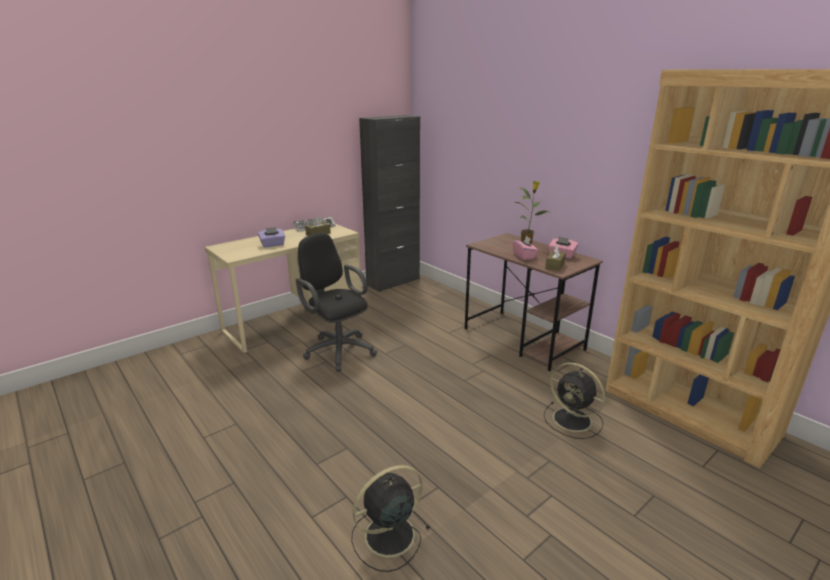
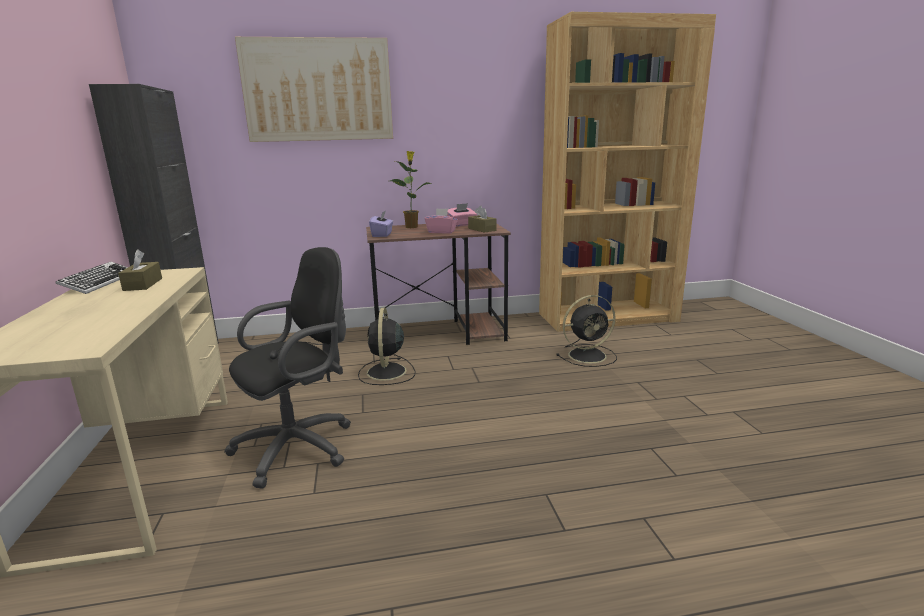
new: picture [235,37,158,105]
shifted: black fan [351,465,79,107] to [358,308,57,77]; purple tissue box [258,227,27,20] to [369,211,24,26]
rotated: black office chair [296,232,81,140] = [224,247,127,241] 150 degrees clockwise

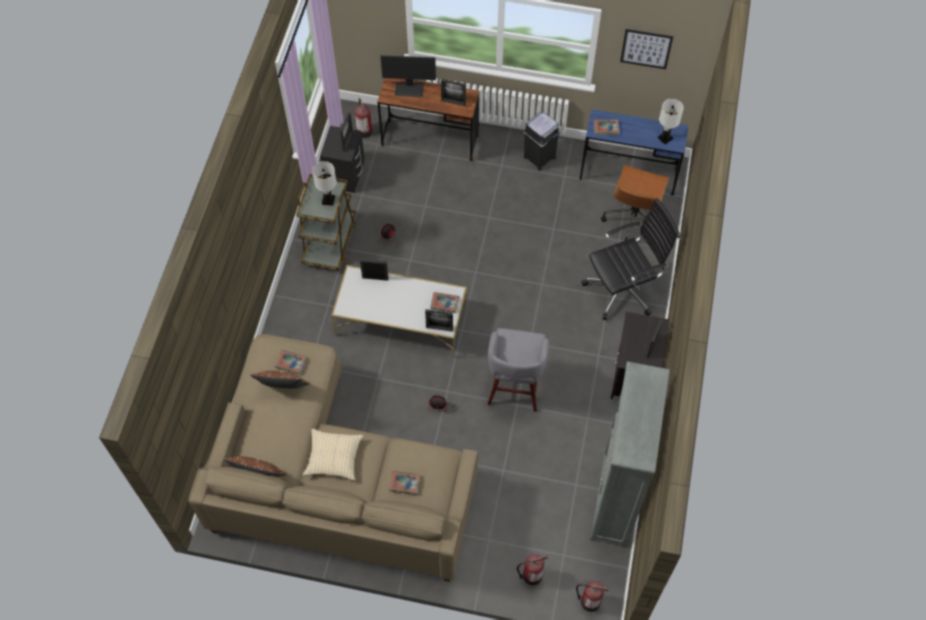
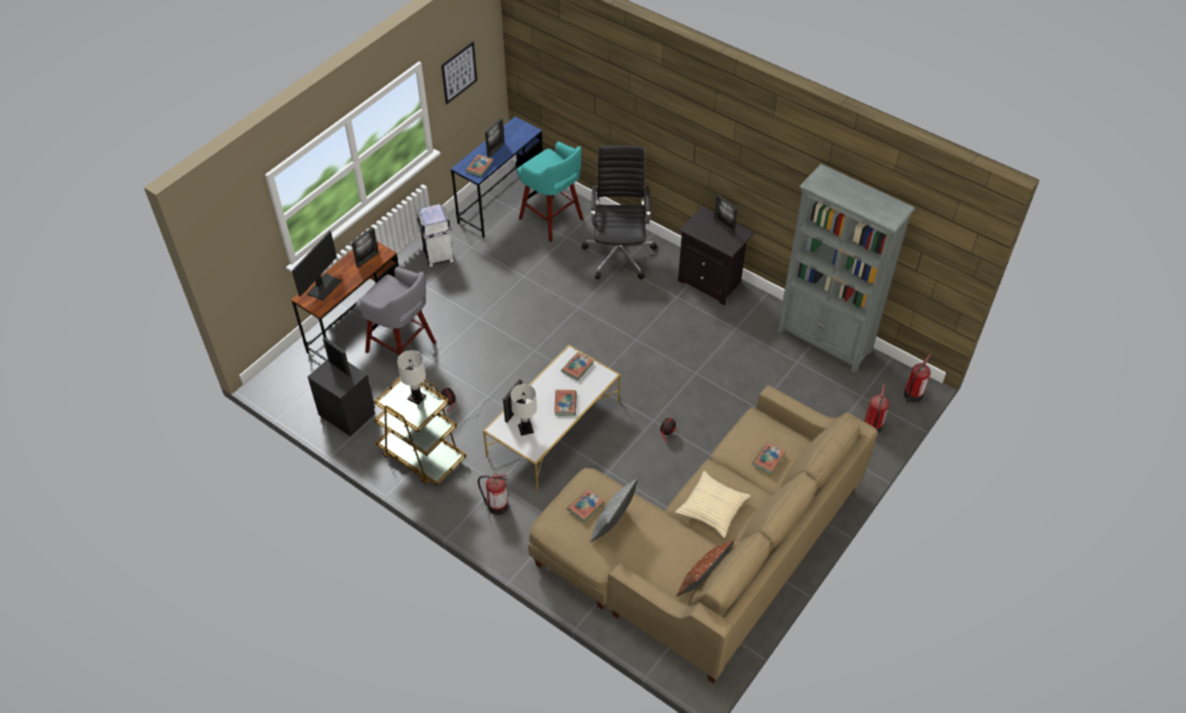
new: book [554,390,23,26]
shifted: grey stool [488,328,61,84] to [356,267,80,103]; fire extinguisher [355,98,18,40] to [478,474,30,41]; picture frame [425,309,28,23] to [485,118,20,40]; white table lamp [658,99,26,45] to [511,384,26,52]
swapped: brown office chair [601,165,68,76] to turquoise stool [517,142,66,100]
repainted: black trash can [523,112,37,59] to white trash can [417,204,37,63]; brown pillow [250,371,60,17] to grey pillow [590,479,48,64]

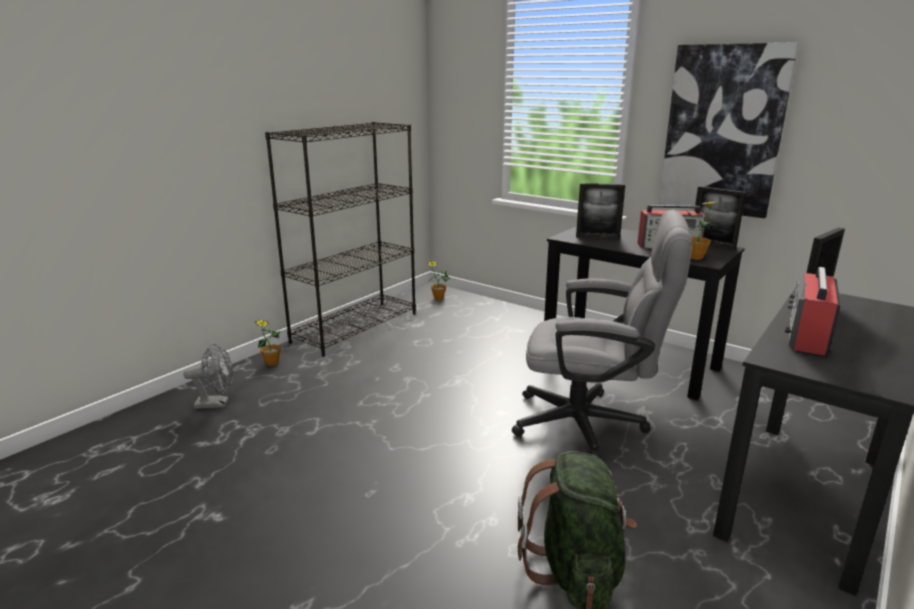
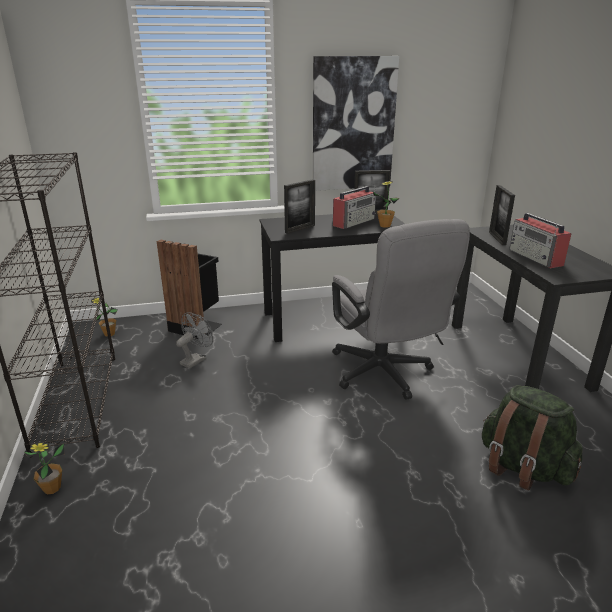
new: black trash can [157,240,65,99]
shifted: grey fan [184,344,49,65] to [176,312,37,57]
rotated: grey office chair [512,210,180,249] = [332,219,138,181] 105 degrees clockwise

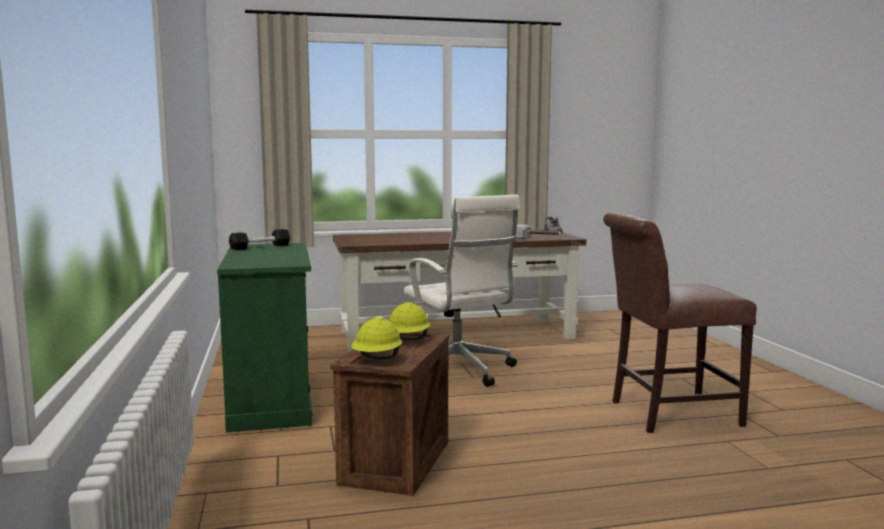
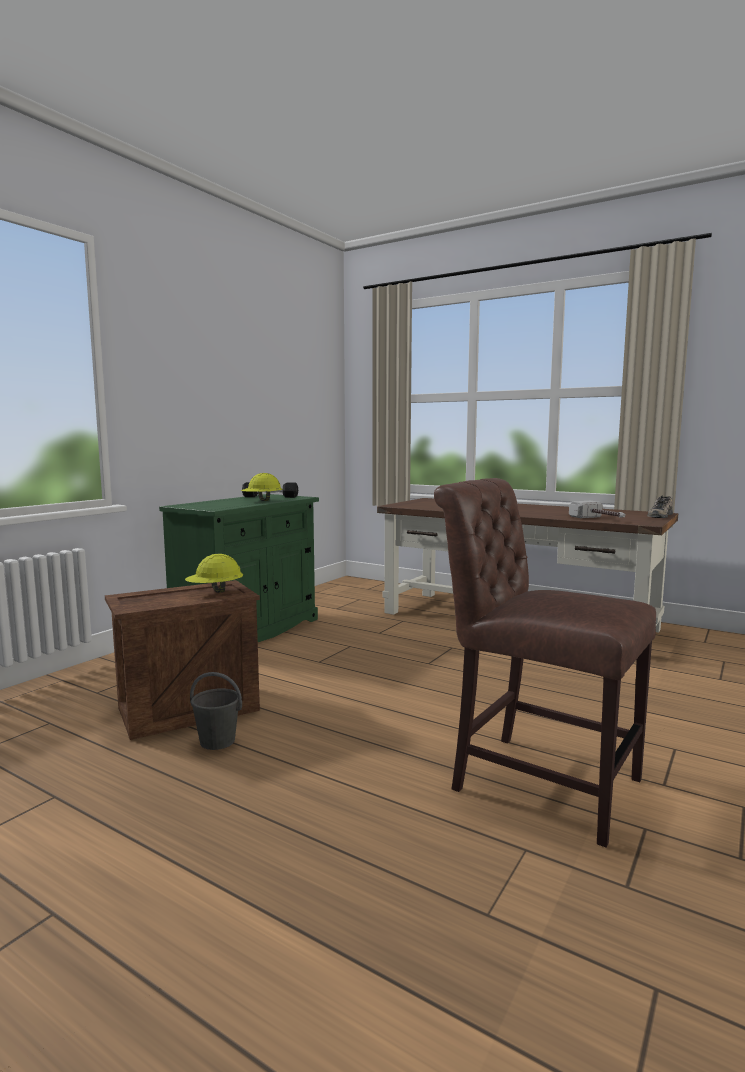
gone: white office chair [404,195,116,192]
new: grey bucket [190,672,52,78]
shifted: yellow hard hat [350,317,52,42] to [241,473,41,28]

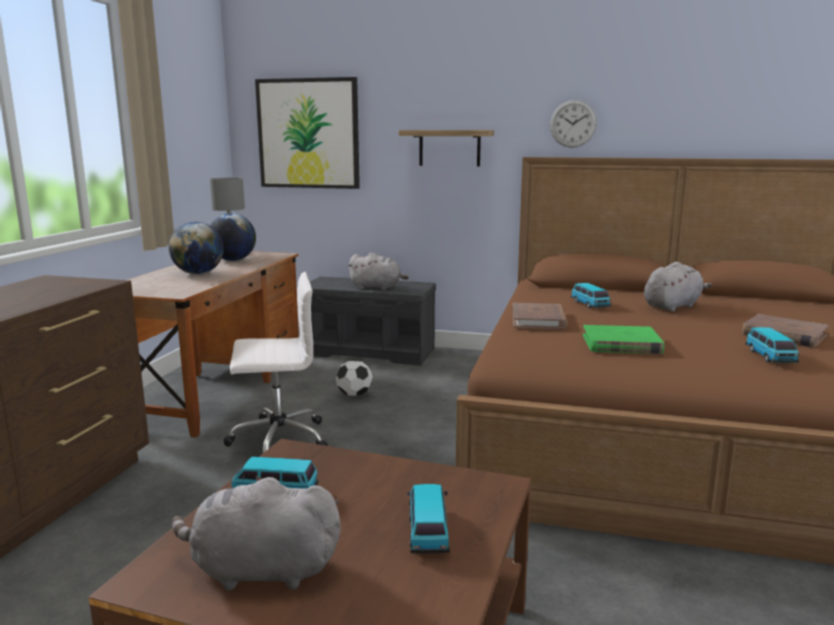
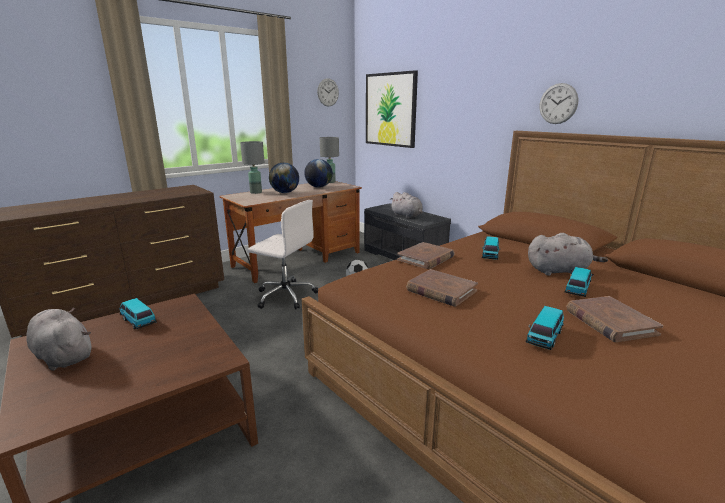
gone: shelf [399,130,95,36]
new: grey table lamp [240,141,25,53]; wall clock [317,78,22,28]
shifted: toy car [407,484,43,69] to [565,267,29,30]
repainted: green book [583,325,81,29] to brown book [407,269,71,38]

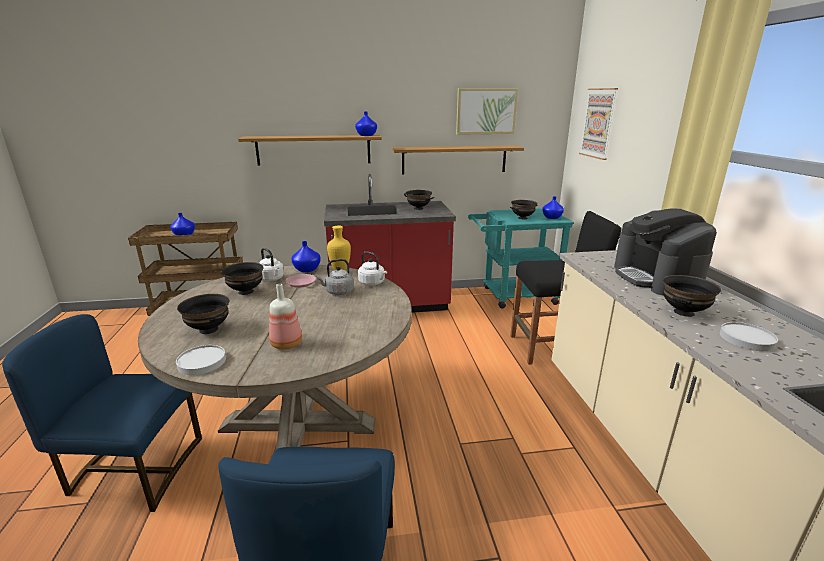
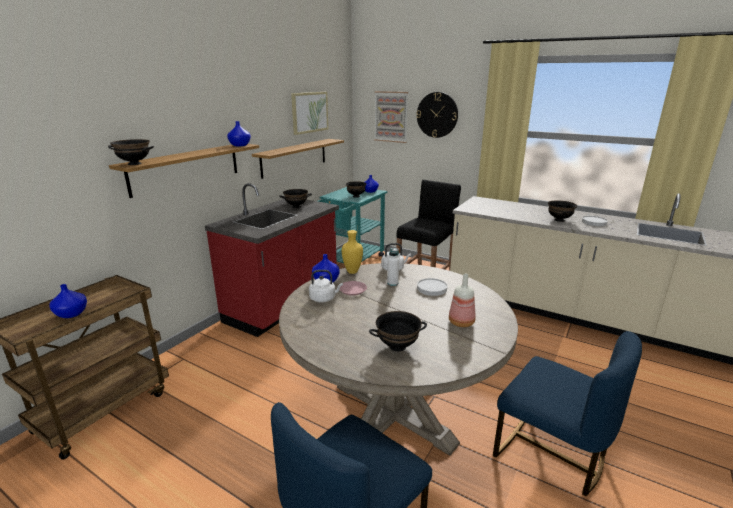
gone: coffee machine [614,208,103,88]
new: wall clock [416,92,42,46]
shifted: black bowl [221,262,42,33] to [108,139,46,26]; white plate [176,345,50,30] to [417,278,30,18]
swapped: grey kettle [316,259,38,36] to white bottle [387,248,12,38]

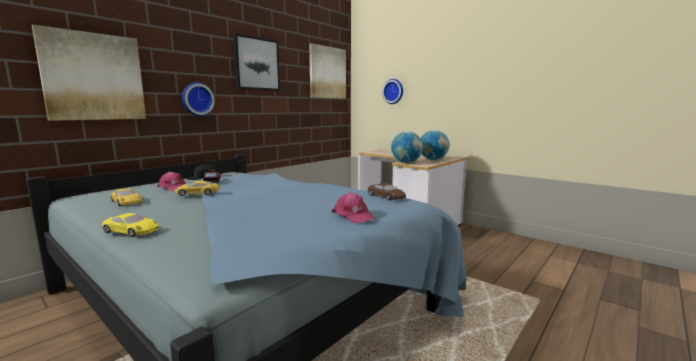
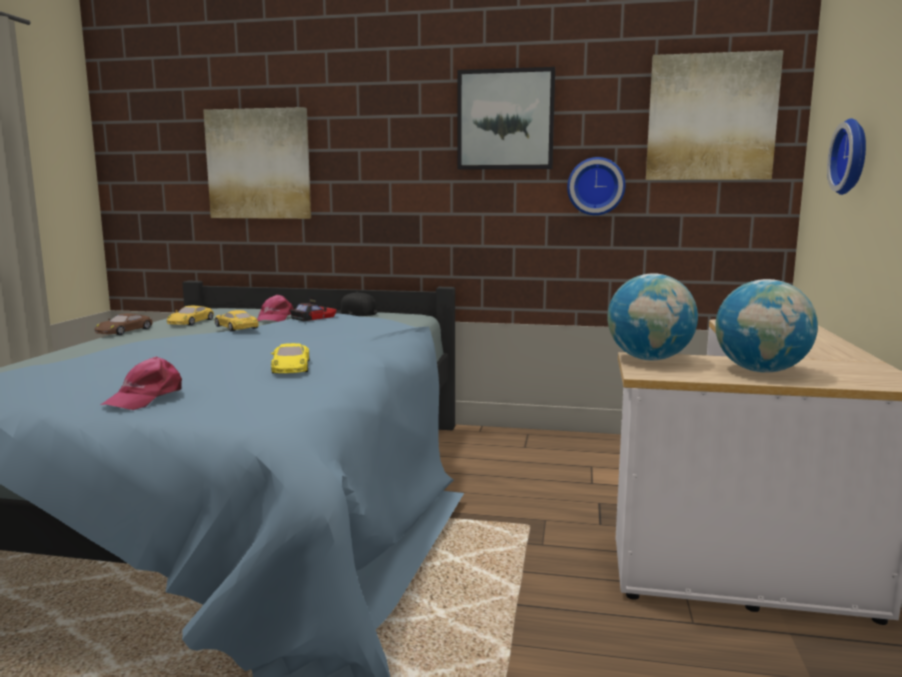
shifted: brown toy car [368,183,38,18] to [95,313,57,22]; yellow toy car [102,213,57,24] to [271,343,39,30]; wall clock [182,82,33,34] to [567,157,58,58]

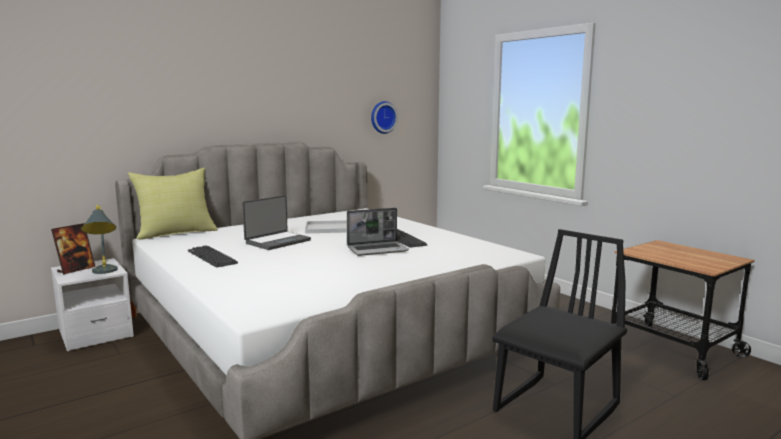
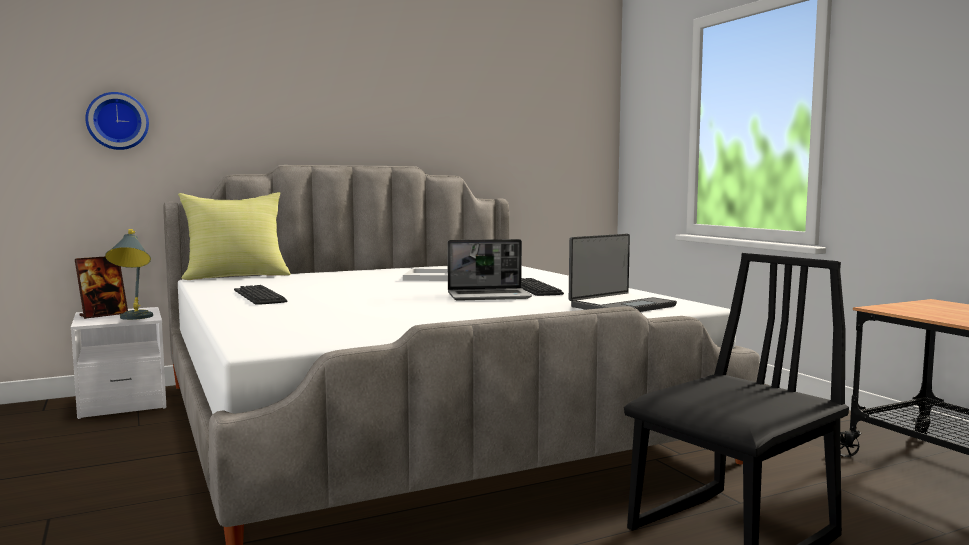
shifted: wall clock [371,101,27,33] to [85,92,64,58]; laptop [242,195,69,55] to [569,234,108,78]

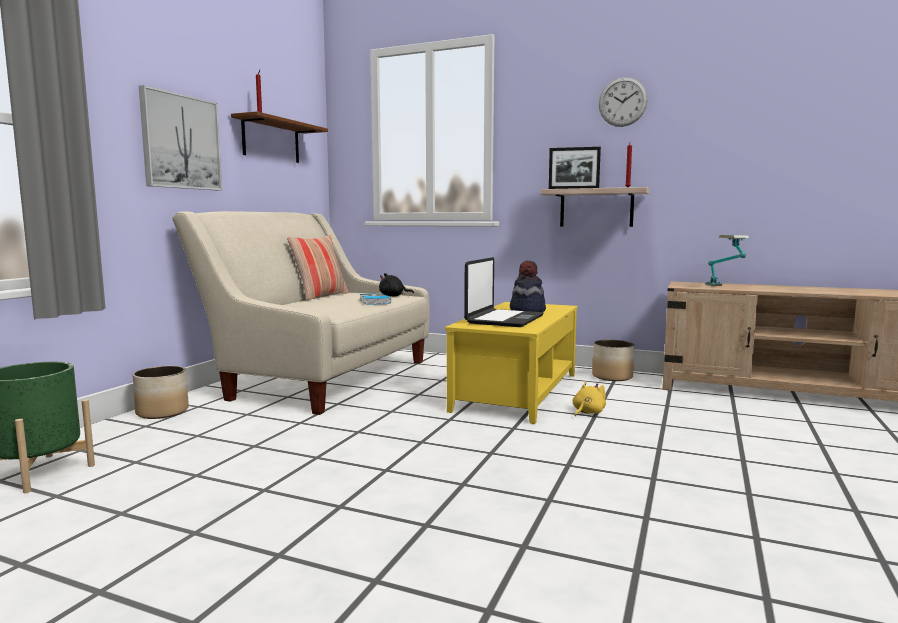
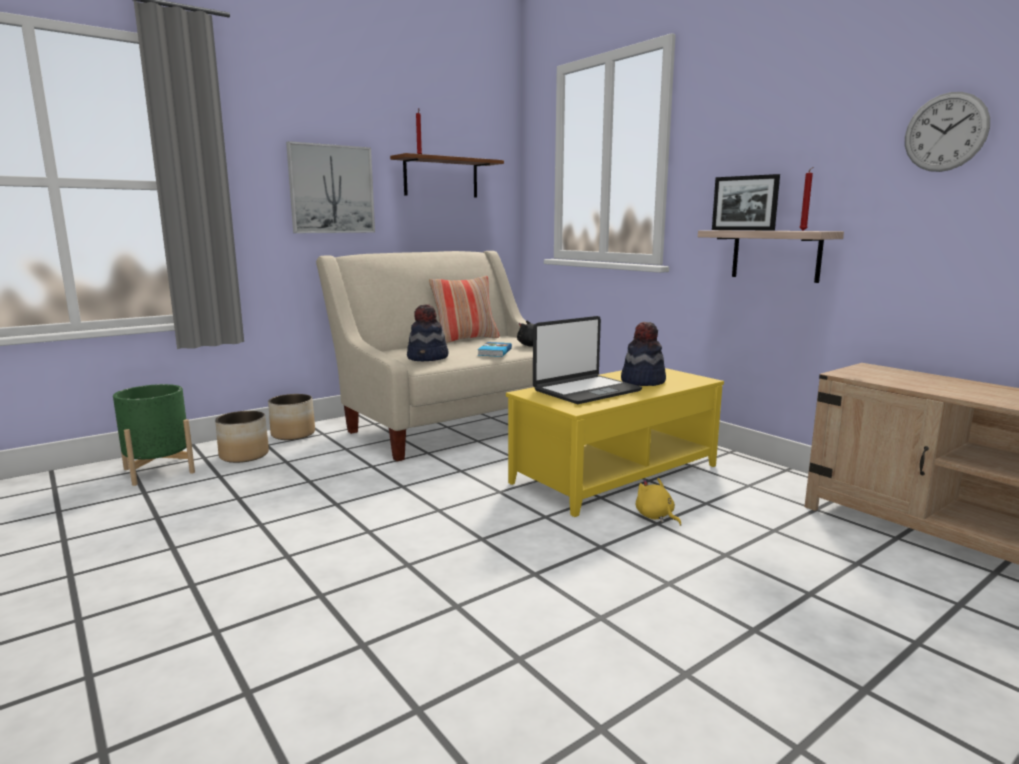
gone: table lamp [705,235,44,51]
new: hat [407,304,42,57]
shifted: planter [592,340,42,41] to [215,411,54,52]; wall clock [599,77,49,50] to [905,92,85,80]
rotated: yellow plush toy [572,382,34,35] = [636,478,45,48] 105 degrees counterclockwise

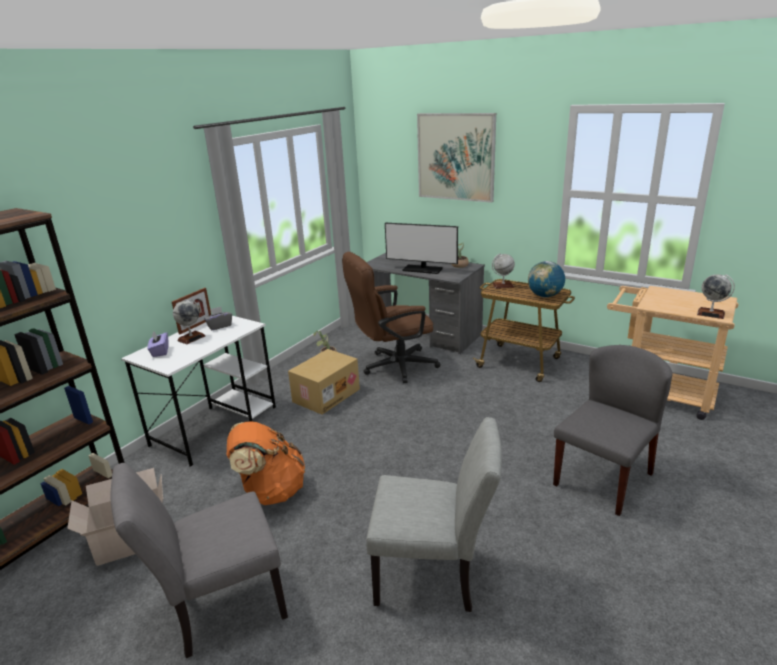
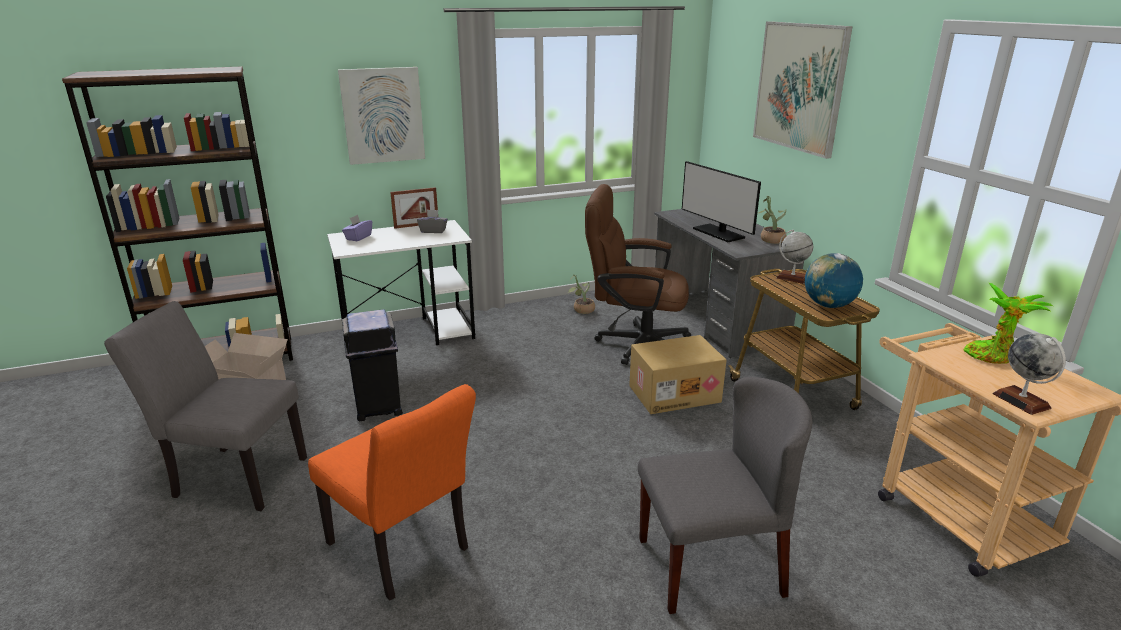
gone: globe [173,299,33,46]
new: picture [338,67,87,98]; potted plant [963,283,90,81]
shifted: cardboard box [288,349,72,66] to [629,335,98,79]
swapped: orange backpack [227,421,78,84] to black trash can [342,309,61,112]
repainted: grey chair [366,417,136,195] to orange chair [308,384,168,216]

